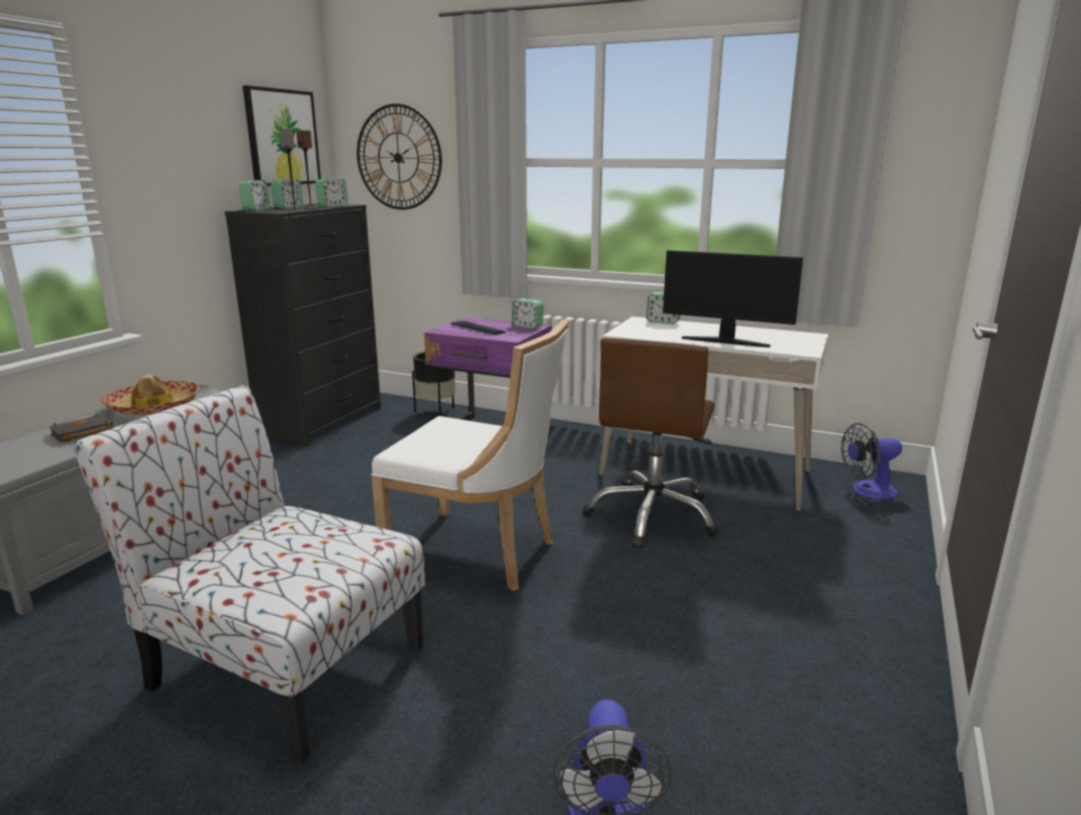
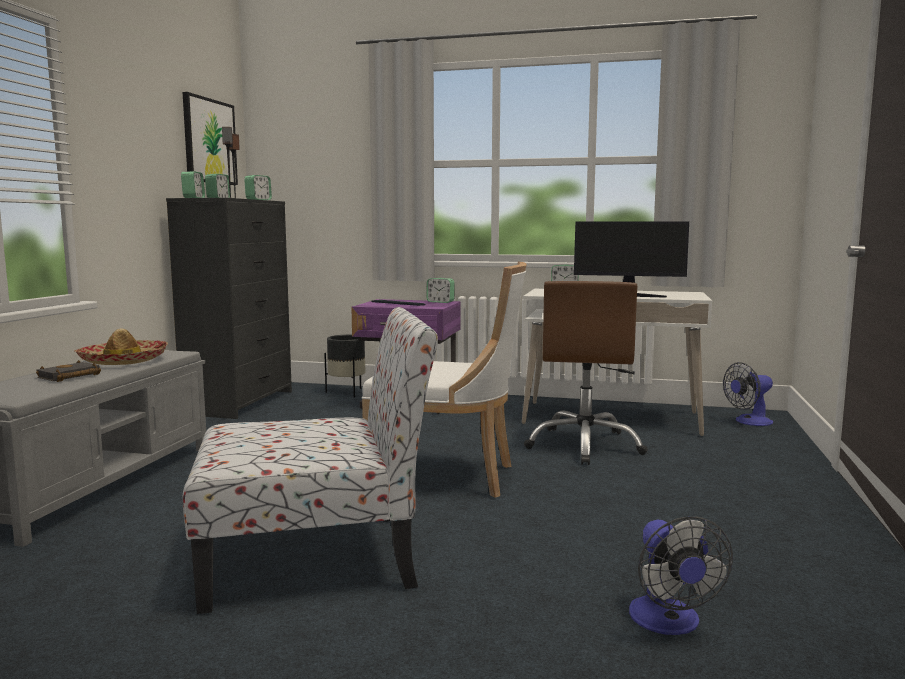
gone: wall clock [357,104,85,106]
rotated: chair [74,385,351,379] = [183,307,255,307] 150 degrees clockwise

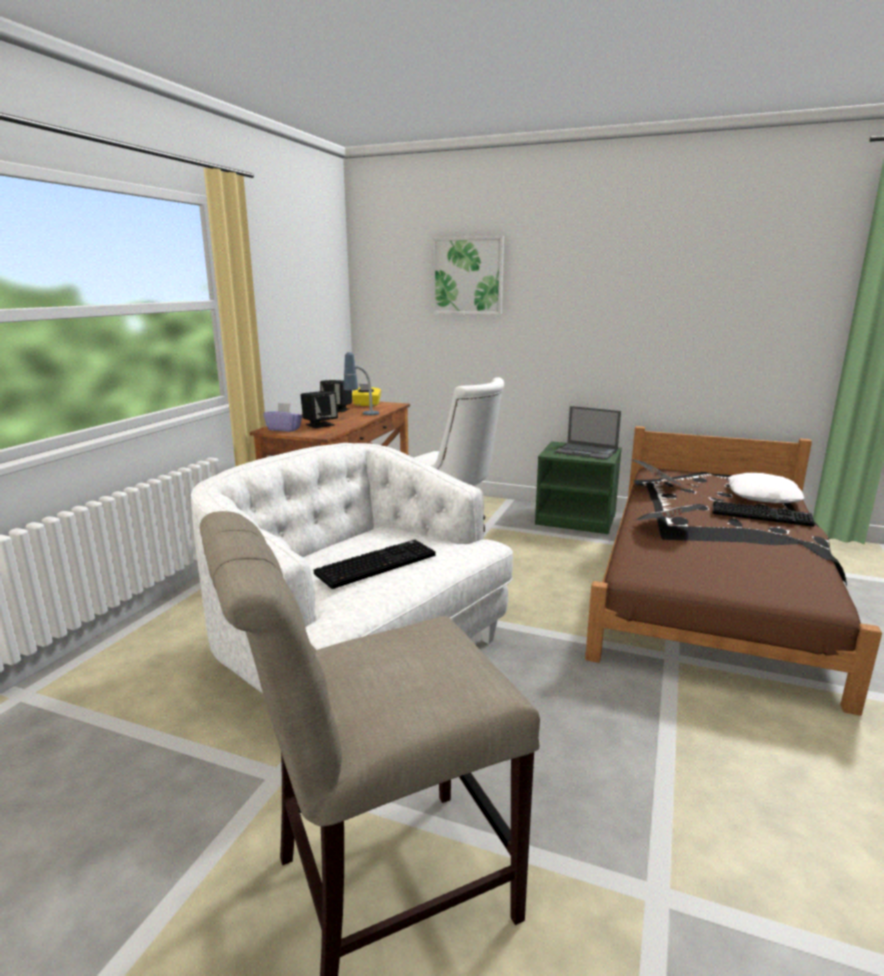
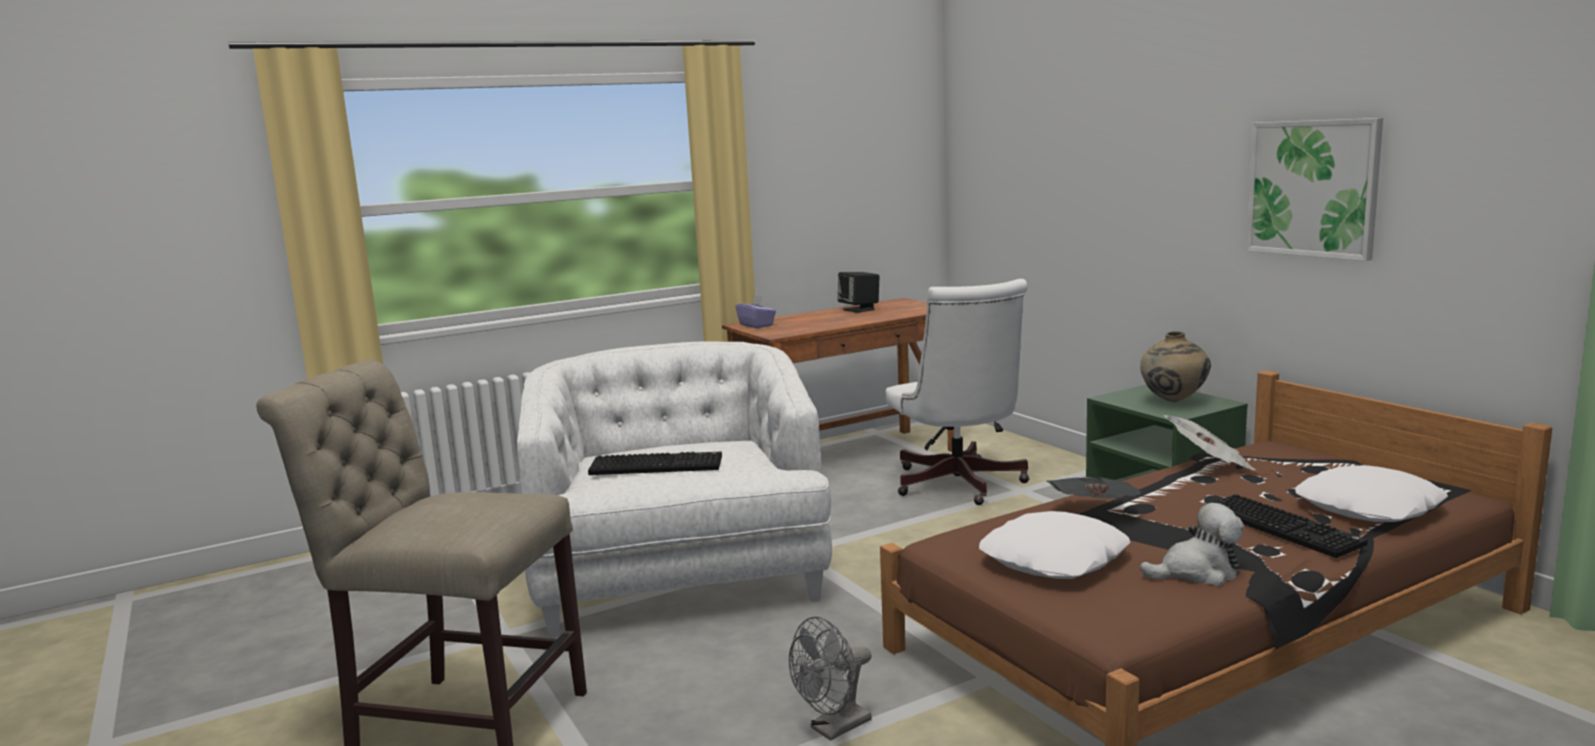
gone: black speaker [301,391,37,37]; table lamp [343,352,36,63]; yellow tissue box [352,384,29,22]
new: grey fan [789,616,83,125]; white pillow [979,511,151,68]; plush toy [1140,503,104,83]
shifted: picture [432,236,72,79] to [1246,118,137,143]
swapped: laptop [555,406,66,54] to beige vase [1140,331,71,71]

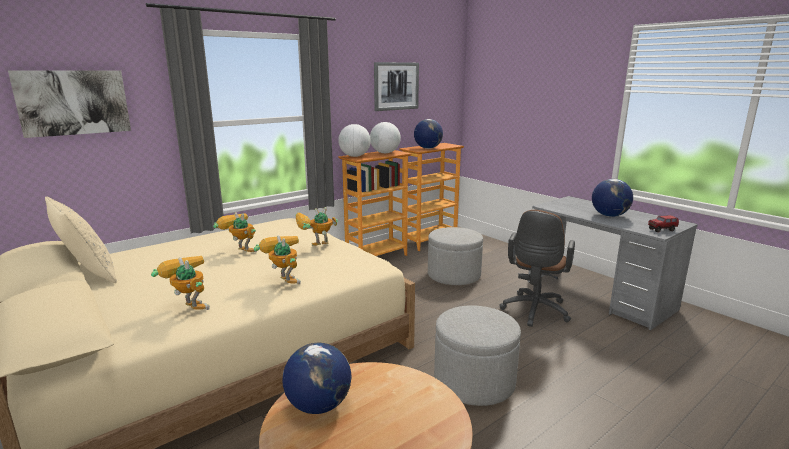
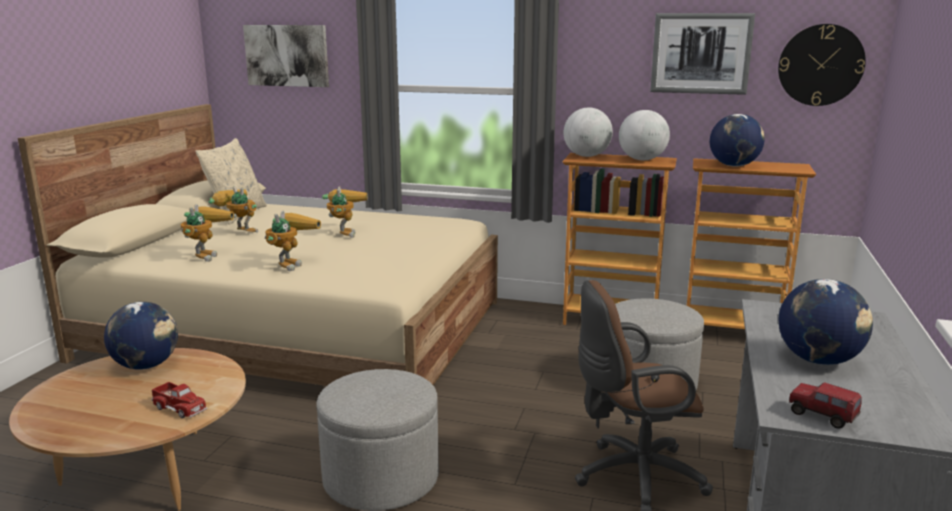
new: toy truck [152,382,56,36]; wall clock [778,24,88,82]
shifted: toy robot [296,207,42,39] to [209,186,49,47]

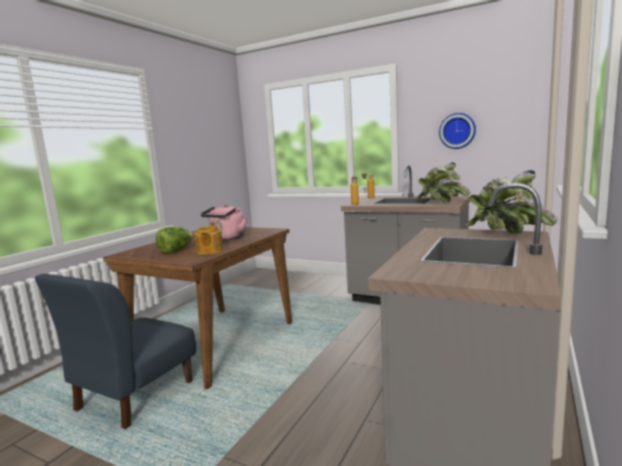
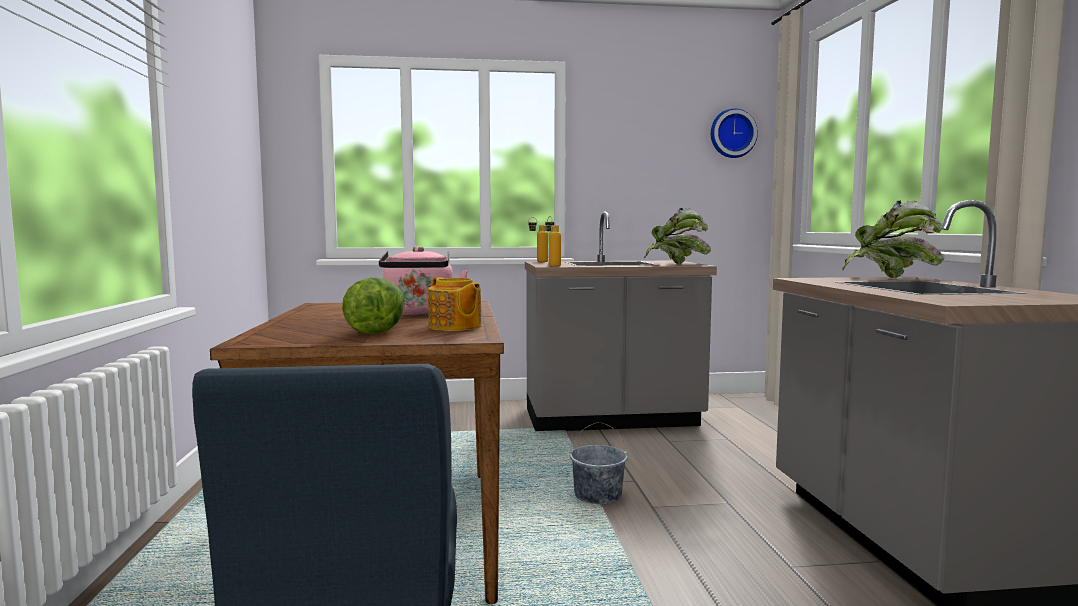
new: grey bucket [570,422,58,83]
shifted: wall clock [439,113,37,36] to [711,108,47,50]

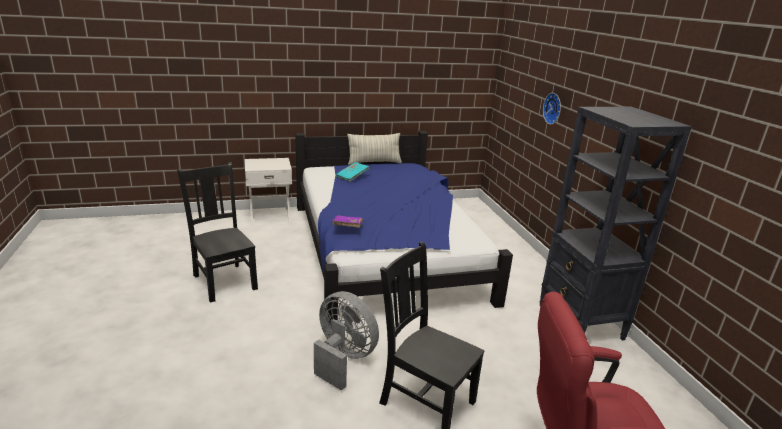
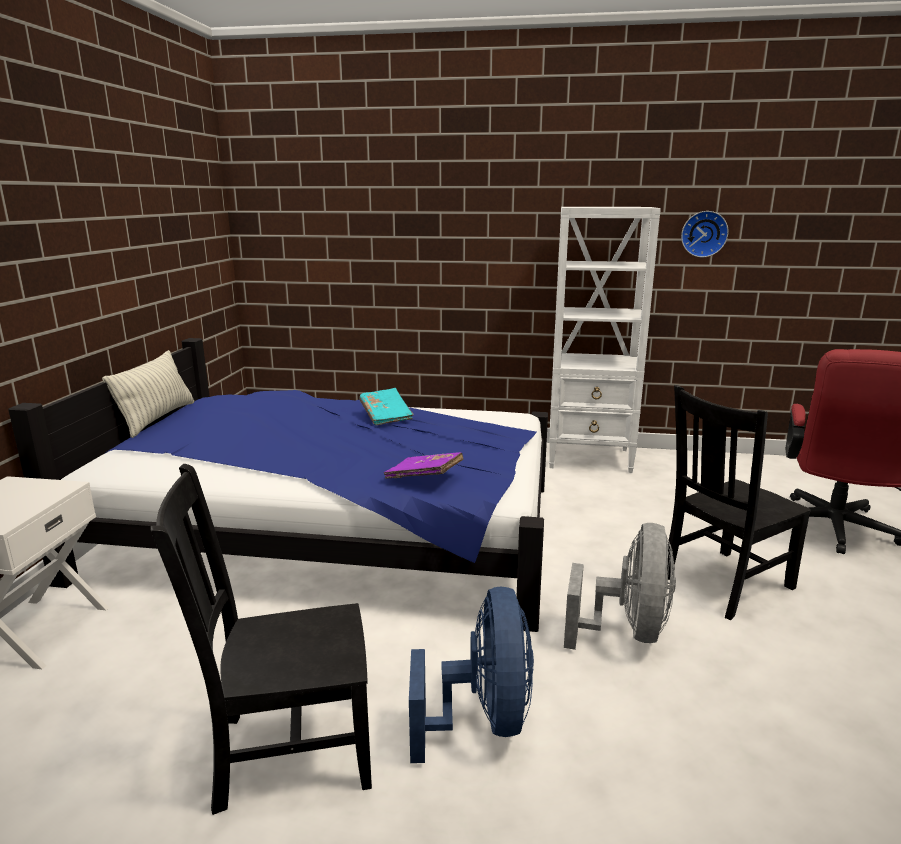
new: blue fan [409,586,125,177]
shifted: turquoise book [336,162,33,20] to [359,388,55,37]; wall clock [543,93,18,32] to [681,211,48,47]
repainted: black bookcase [539,107,153,234] to white bookcase [549,207,112,266]
rotated: grey fan [314,291,65,100] = [564,523,112,127] 135 degrees clockwise

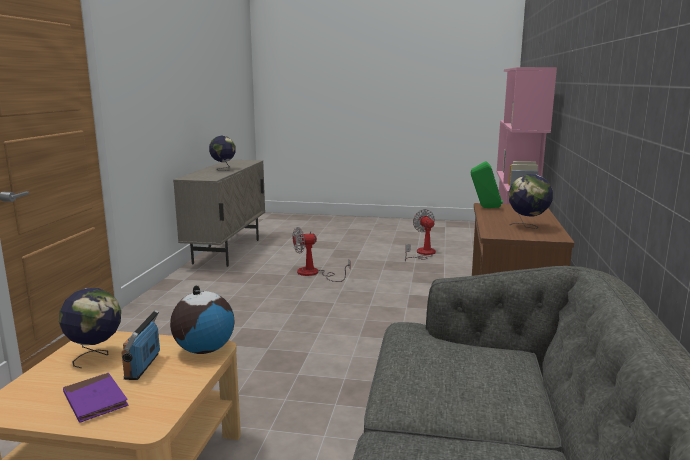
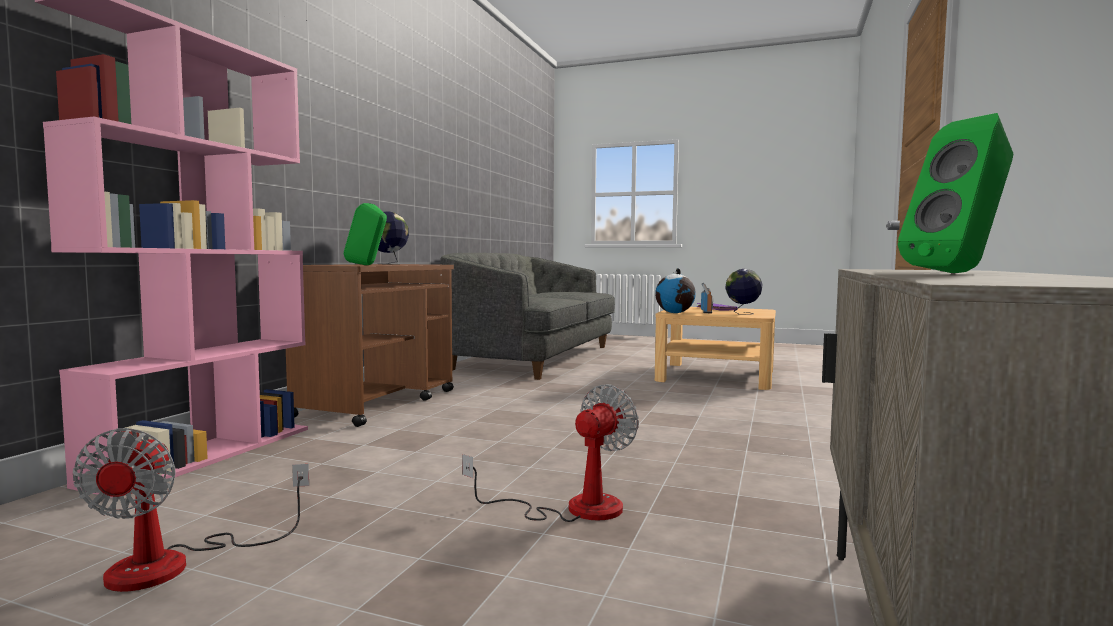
swapped: globe [209,136,27,35] to green speaker [898,113,115,160]
rotated: fan [293,227,58,55] = [462,384,177,138] 45 degrees counterclockwise

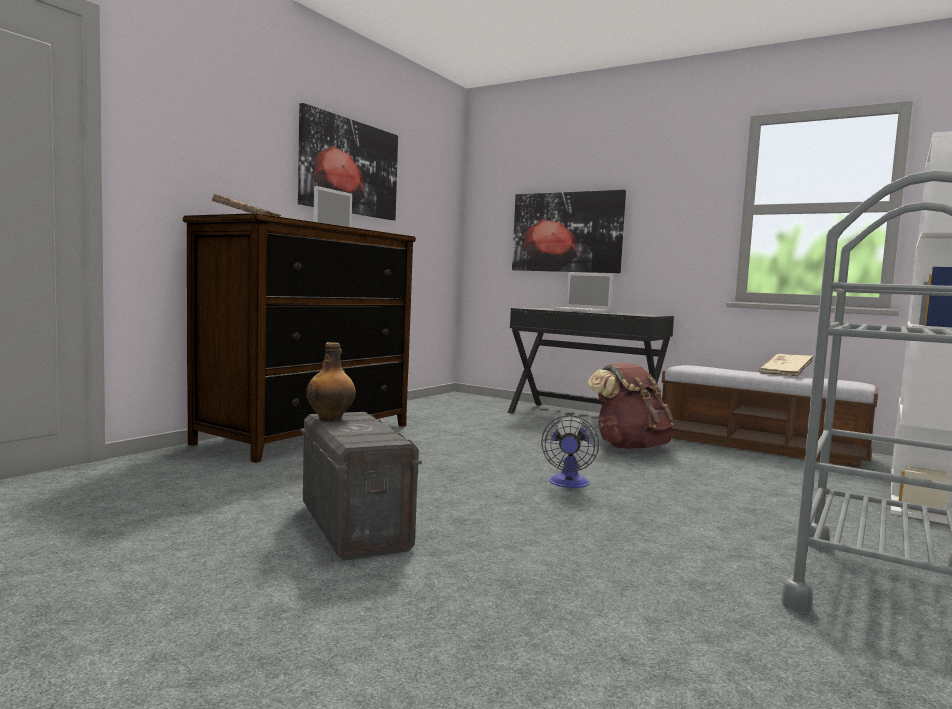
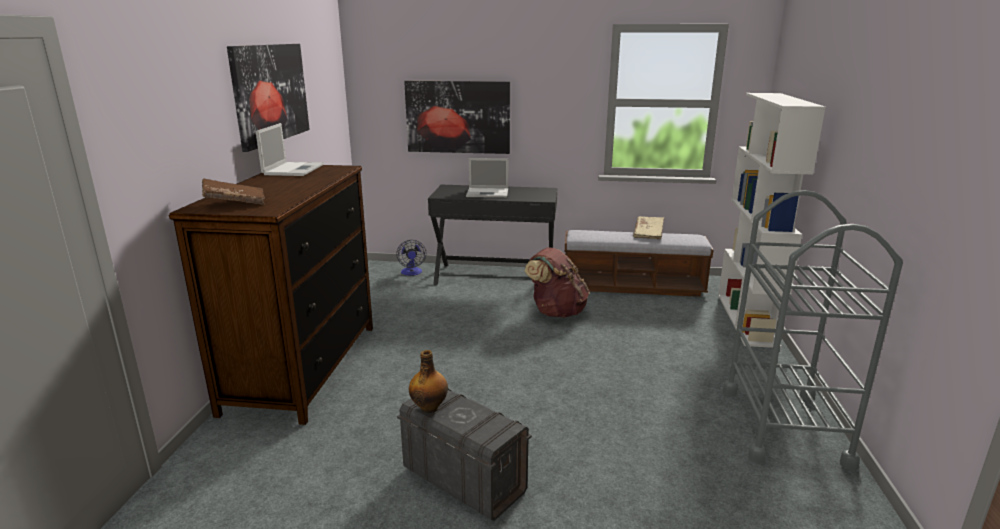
shifted: fan [541,415,58,73] to [396,240,30,36]

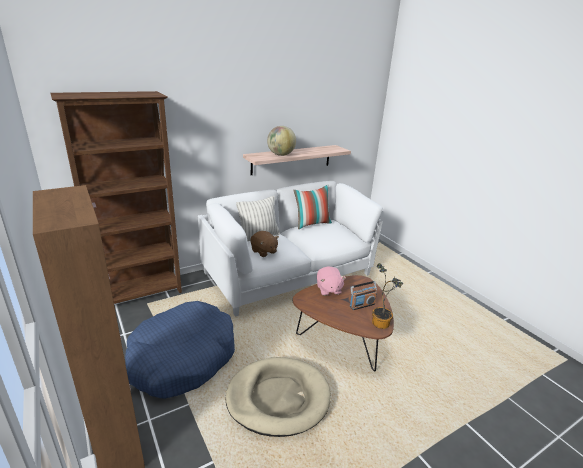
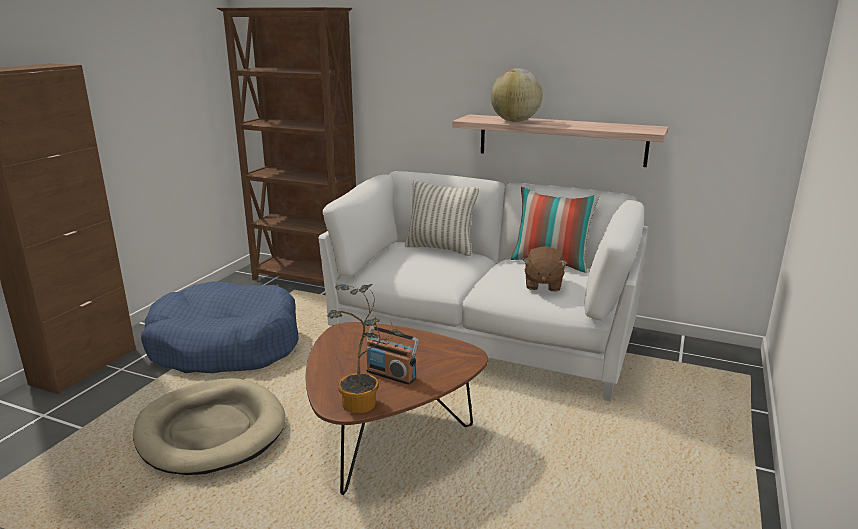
gone: pink plush toy [317,267,29,29]
shifted: brown plush toy [250,231,29,26] to [523,246,45,46]

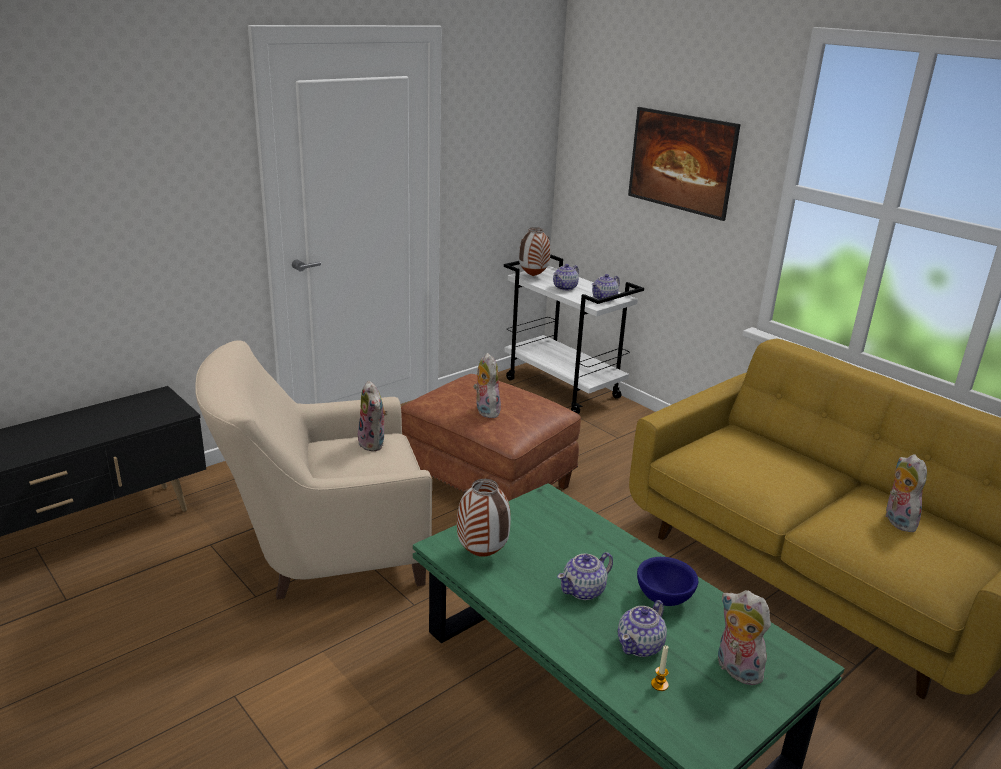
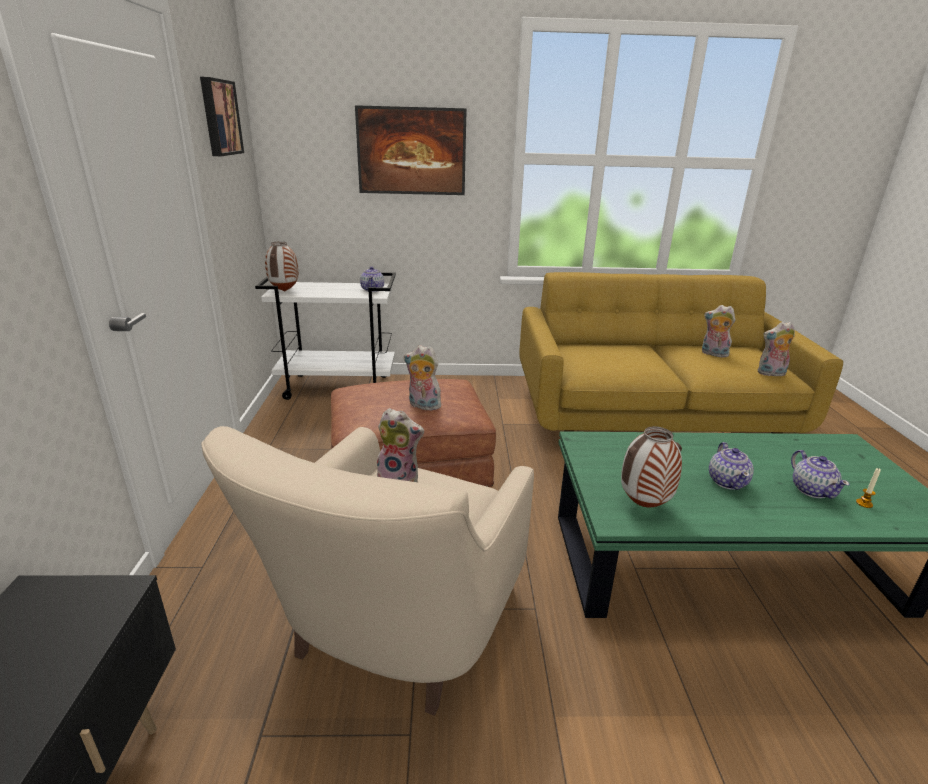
gone: teapot [553,264,26,27]; blue bowl [637,557,61,49]
new: picture [200,77,44,79]
shifted: plush toy [718,590,53,95] to [758,322,37,54]

